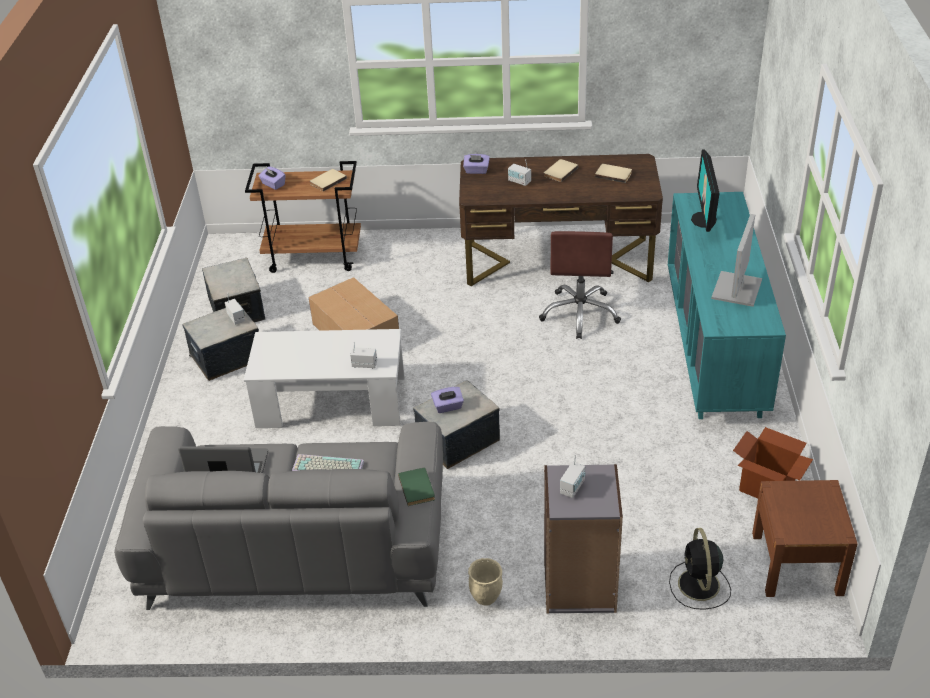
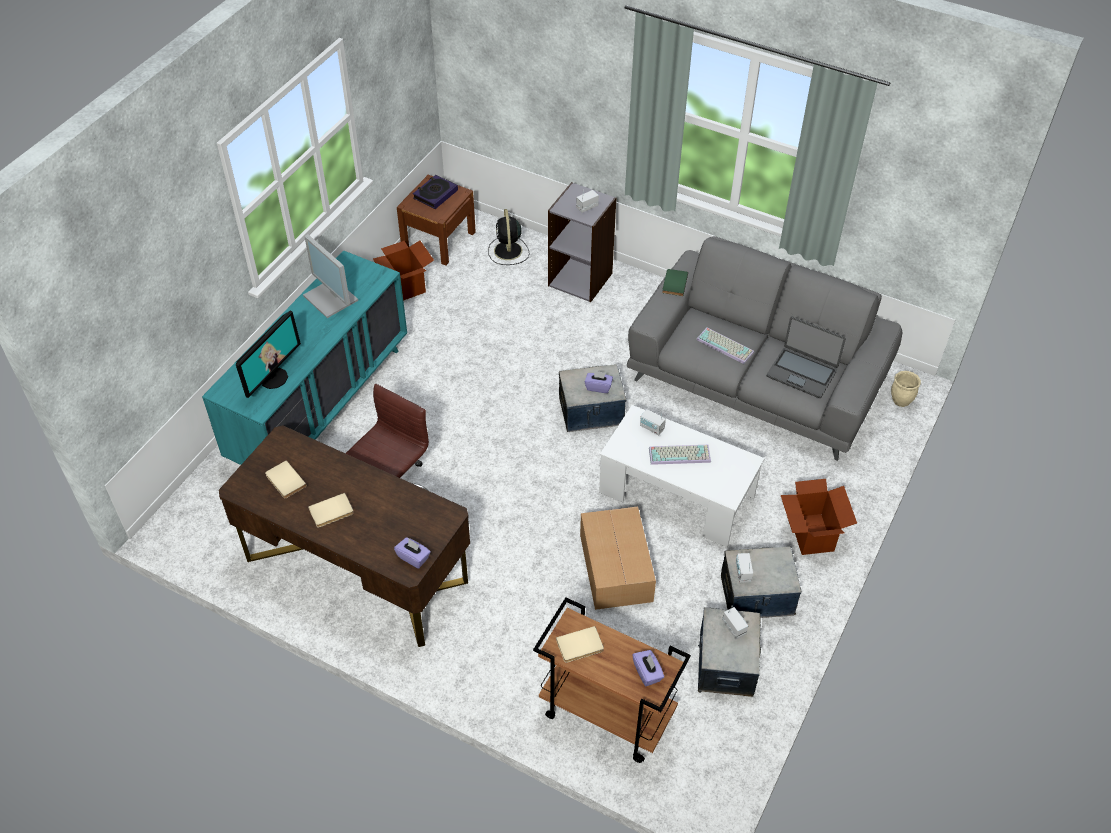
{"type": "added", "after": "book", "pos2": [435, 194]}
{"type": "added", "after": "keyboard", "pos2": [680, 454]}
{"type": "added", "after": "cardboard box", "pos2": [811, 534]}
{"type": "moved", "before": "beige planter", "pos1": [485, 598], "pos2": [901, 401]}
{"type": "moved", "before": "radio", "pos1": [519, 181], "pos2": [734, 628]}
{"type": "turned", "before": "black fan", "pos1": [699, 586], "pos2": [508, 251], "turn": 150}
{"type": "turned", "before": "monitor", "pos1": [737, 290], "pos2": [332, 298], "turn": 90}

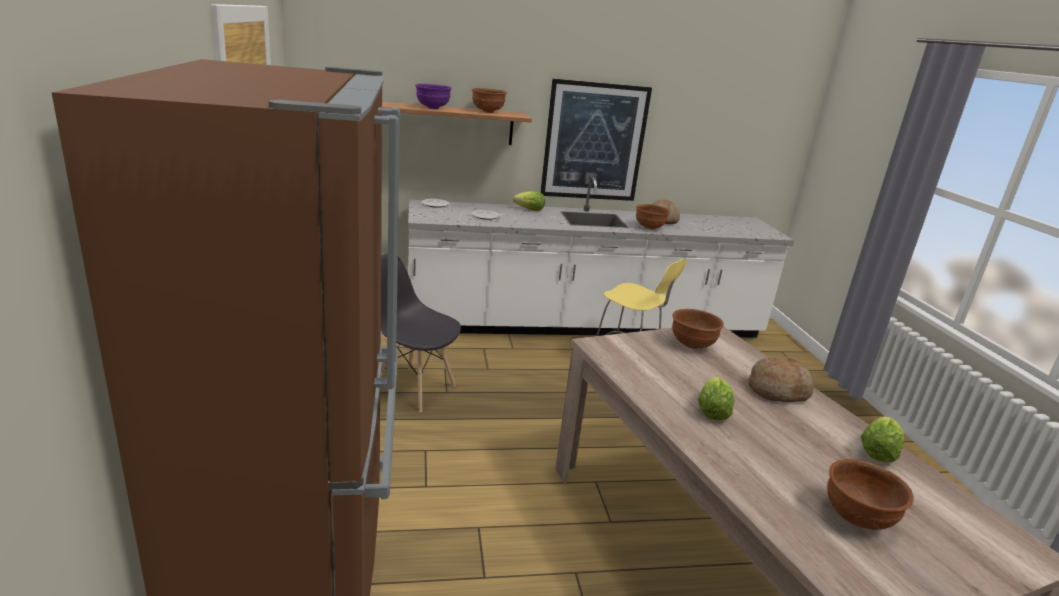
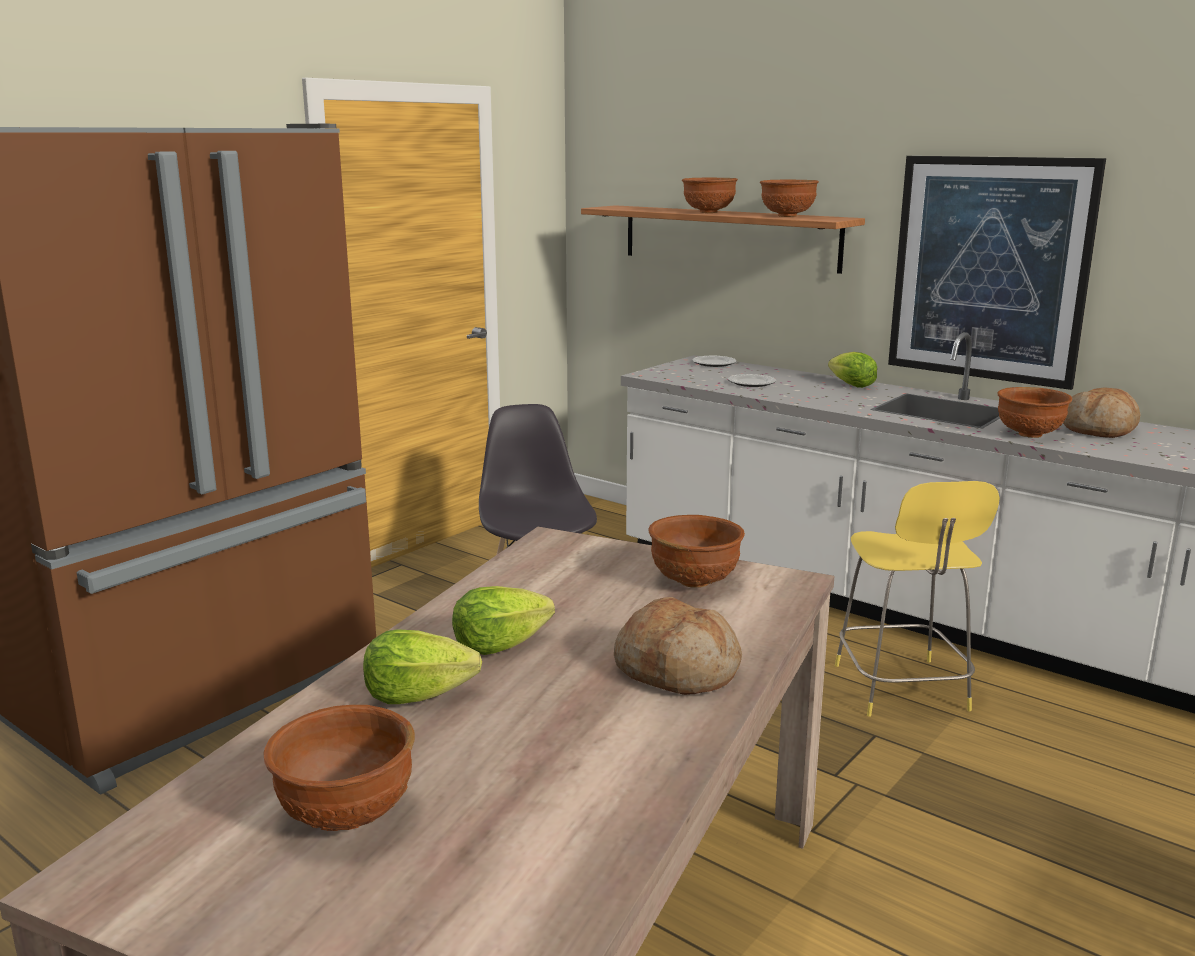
{"type": "moved", "before": "lettuce", "pos1": [877, 452], "pos2": [417, 696]}
{"type": "recoloured", "before": "purple bowl", "after": "brown bowl", "pos1": [432, 108], "pos2": [708, 212]}

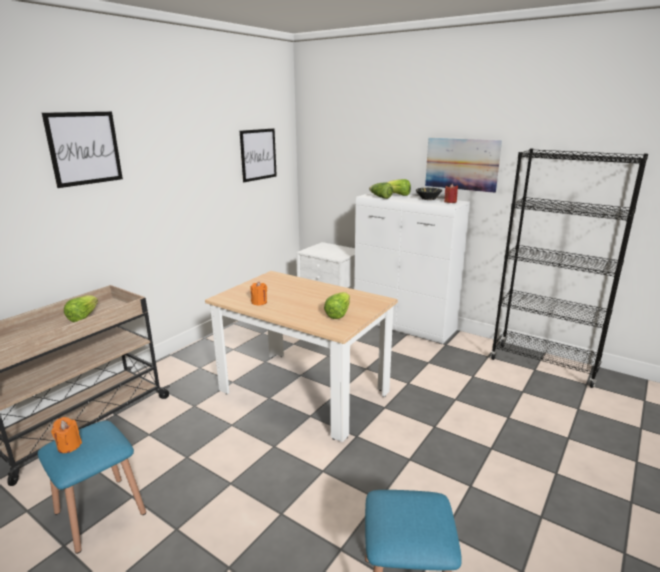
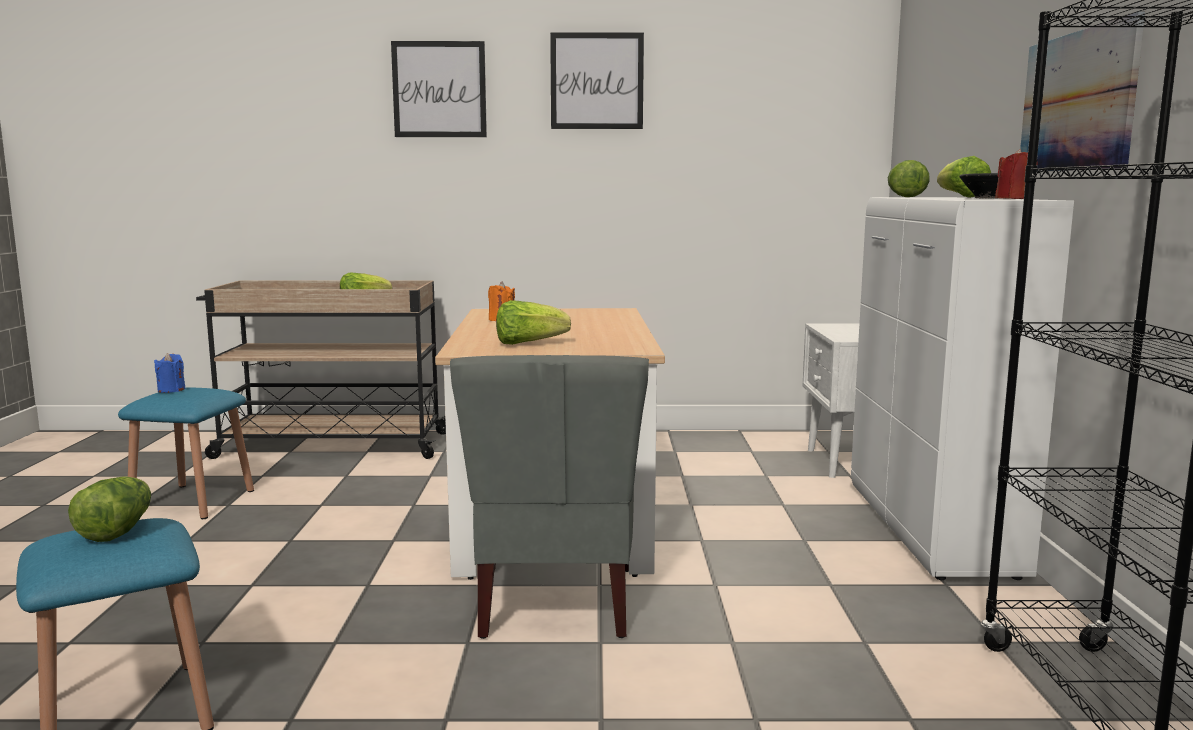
{"type": "added", "after": "lettuce", "pos2": [117, 530]}
{"type": "added", "after": "grey chair", "pos2": [556, 602]}
{"type": "moved", "before": "picture", "pos1": [258, 154], "pos2": [597, 81]}
{"type": "recoloured", "before": "orange candle", "after": "blue candle", "pos1": [69, 446], "pos2": [171, 390]}

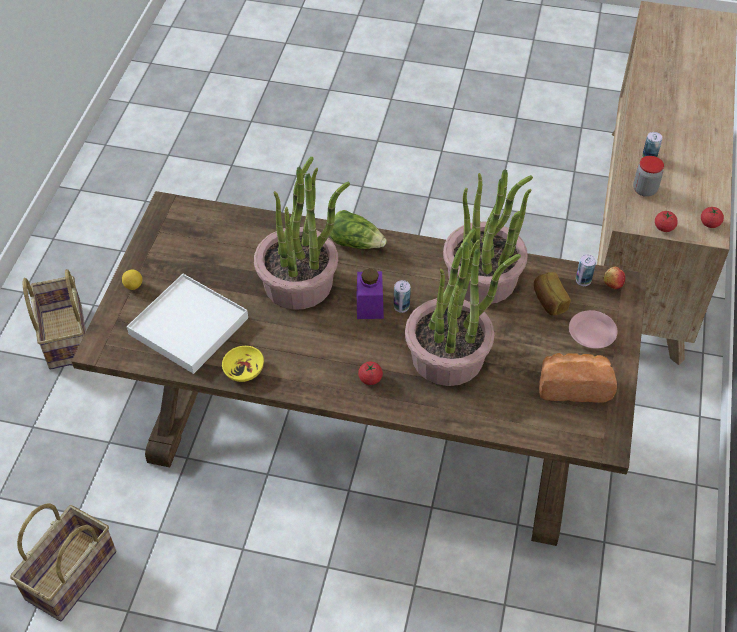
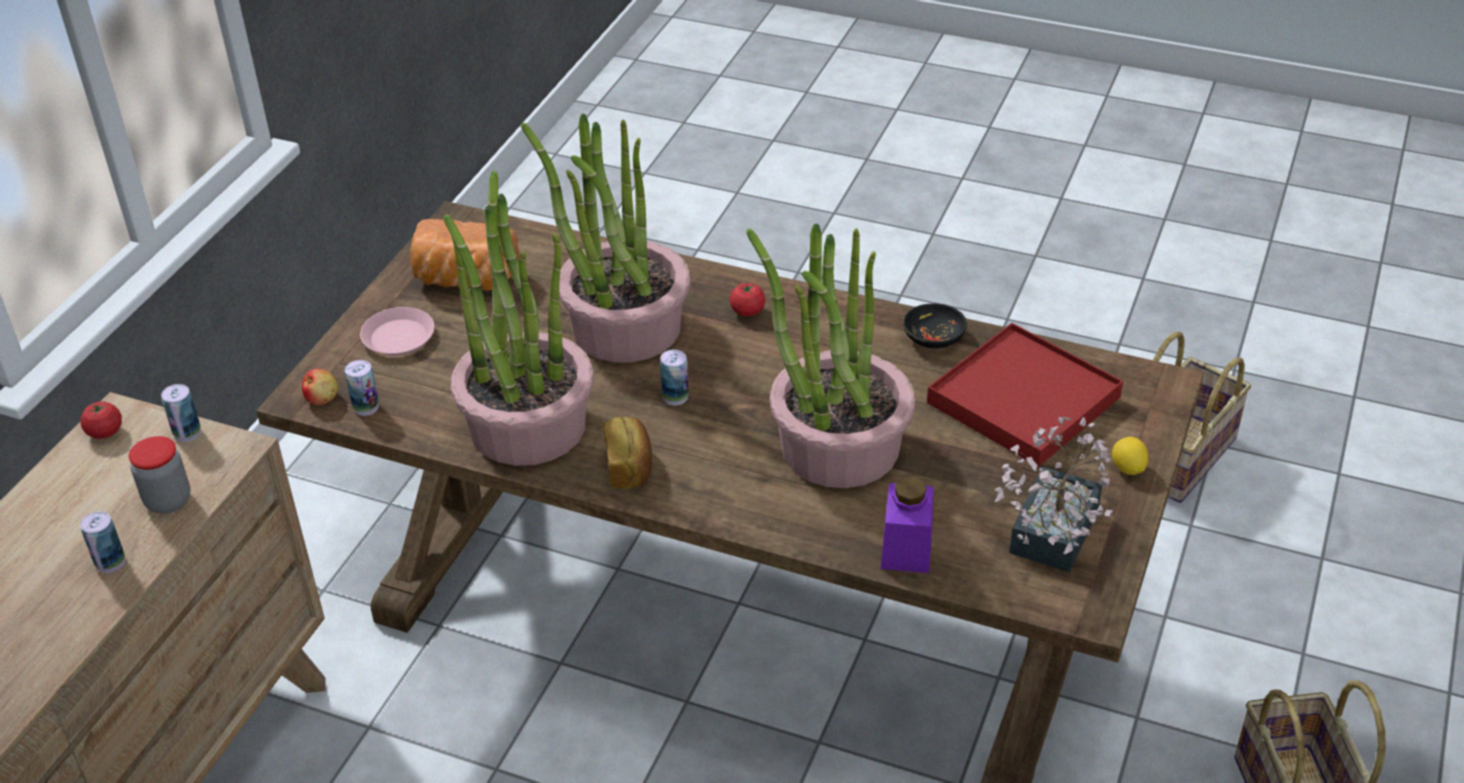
{"type": "removed", "before": "lettuce", "pos1": [356, 242]}
{"type": "added", "after": "potted plant", "pos2": [1048, 539]}
{"type": "moved", "before": "purple jar", "pos1": [370, 305], "pos2": [906, 549]}
{"type": "moved", "before": "bread", "pos1": [548, 301], "pos2": [630, 466]}
{"type": "replaced", "before": "tomato", "after": "can", "pos1": [664, 227], "pos2": [187, 433]}
{"type": "recoloured", "before": "white tray", "after": "red tray", "pos1": [189, 326], "pos2": [1023, 400]}
{"type": "recoloured", "before": "yellow bowl", "after": "black bowl", "pos1": [244, 370], "pos2": [933, 337]}

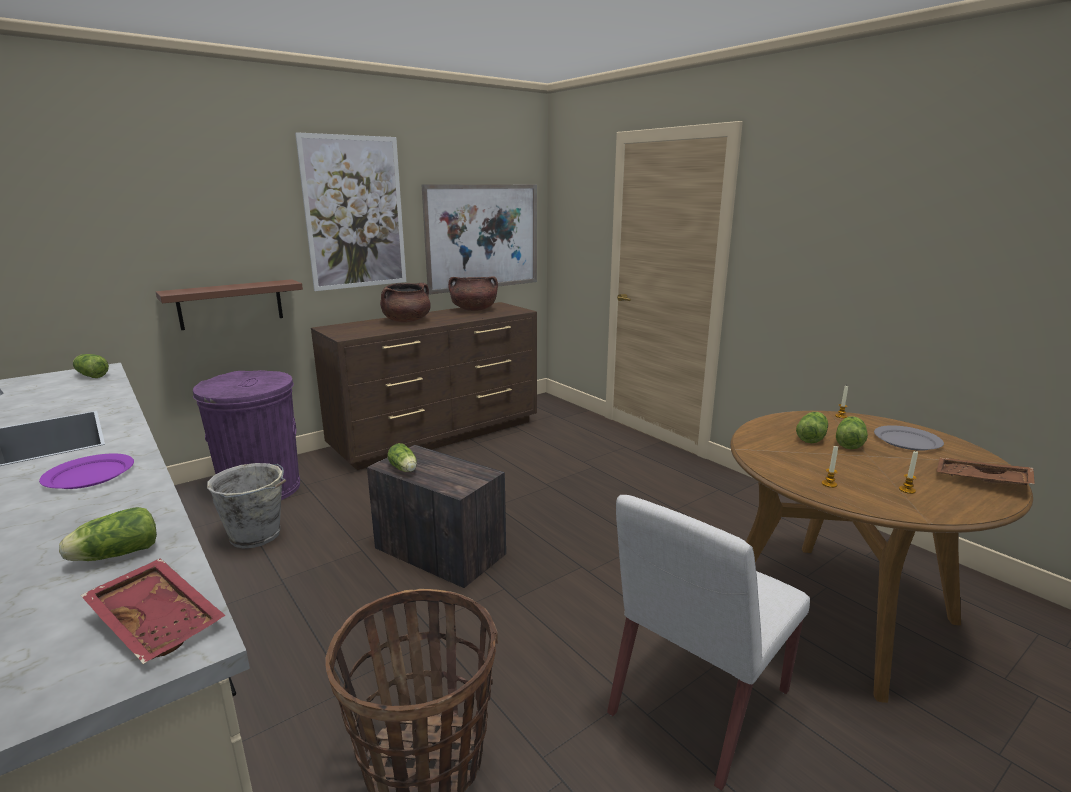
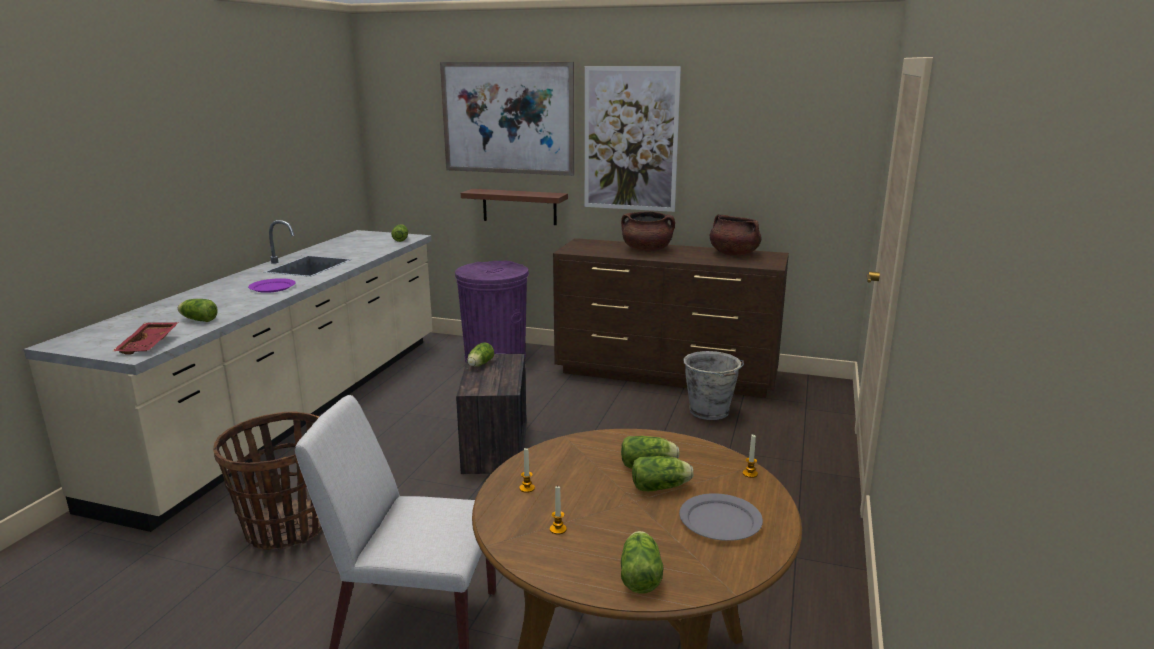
{"type": "moved", "before": "grey bucket", "pos1": [257, 536], "pos2": [710, 412]}
{"type": "moved", "before": "picture", "pos1": [483, 237], "pos2": [507, 118]}
{"type": "replaced", "before": "brown tray", "after": "lettuce", "pos1": [981, 481], "pos2": [640, 574]}

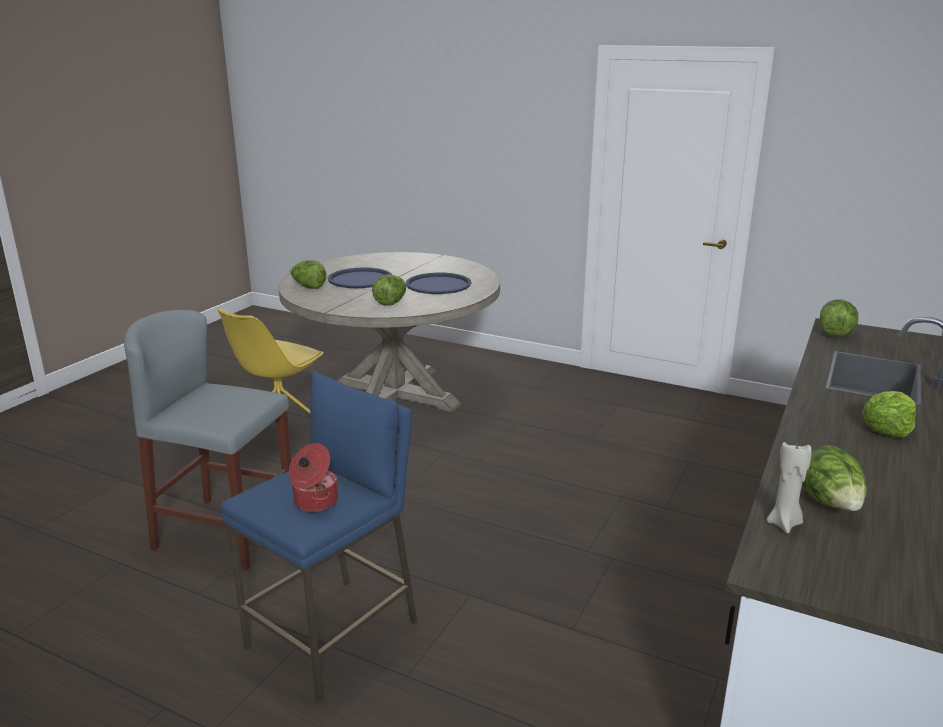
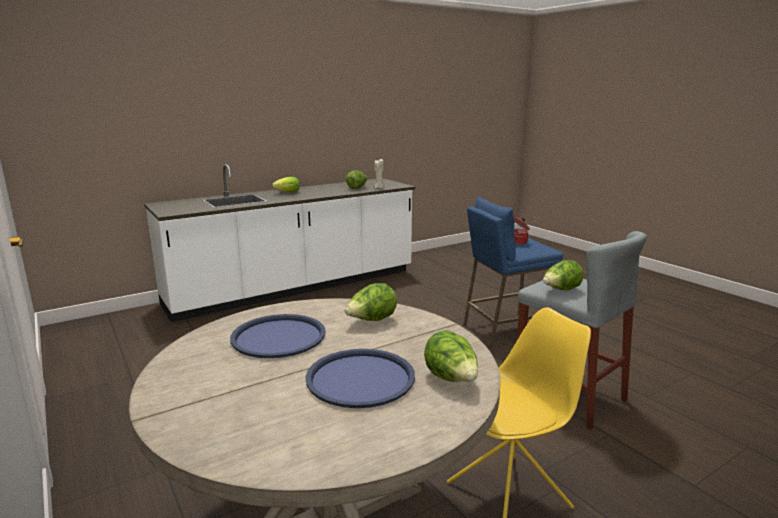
{"type": "moved", "before": "lettuce", "pos1": [835, 333], "pos2": [561, 290]}

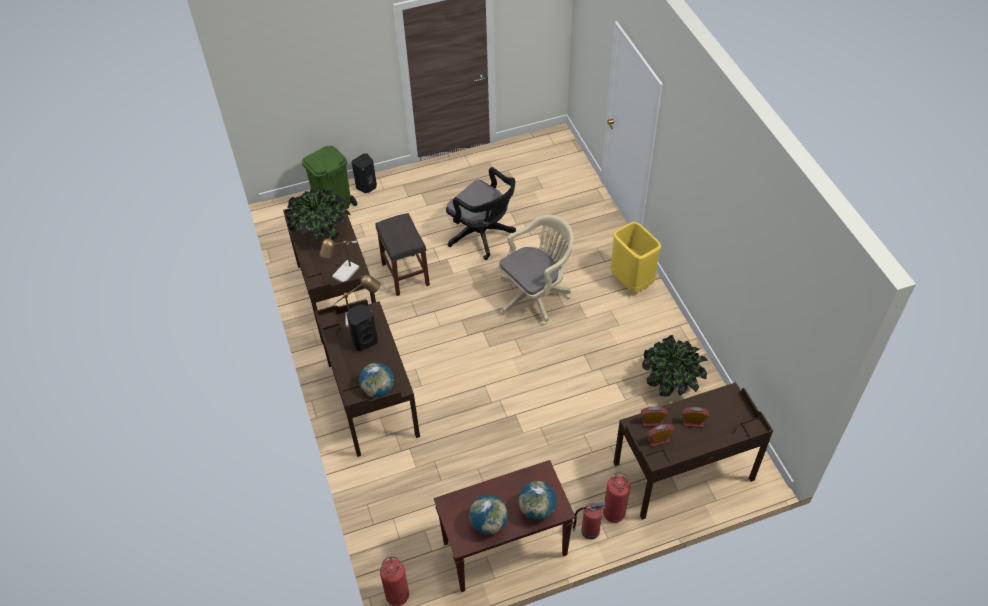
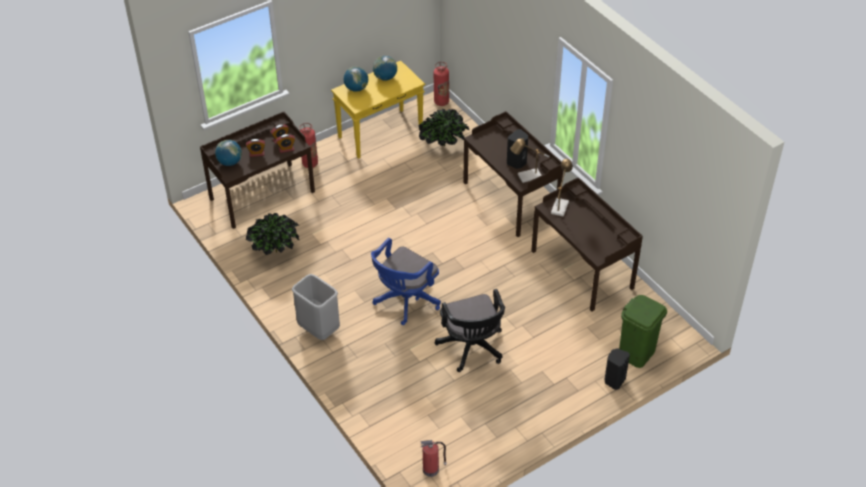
{"type": "removed", "before": "grey stool", "pos1": [406, 275]}
{"type": "moved", "before": "potted plant", "pos1": [322, 233], "pos2": [443, 146]}
{"type": "moved", "before": "globe", "pos1": [378, 390], "pos2": [230, 162]}
{"type": "moved", "before": "fire extinguisher", "pos1": [589, 531], "pos2": [431, 469]}
{"type": "recoloured", "before": "brown console table", "after": "yellow console table", "pos1": [504, 550], "pos2": [380, 133]}
{"type": "recoloured", "before": "beige office chair", "after": "blue office chair", "pos1": [536, 295], "pos2": [404, 301]}
{"type": "recoloured", "before": "yellow trash can", "after": "grey trash can", "pos1": [631, 281], "pos2": [318, 330]}
{"type": "turned", "before": "black office chair", "pos1": [483, 236], "pos2": [472, 349], "turn": -135}

